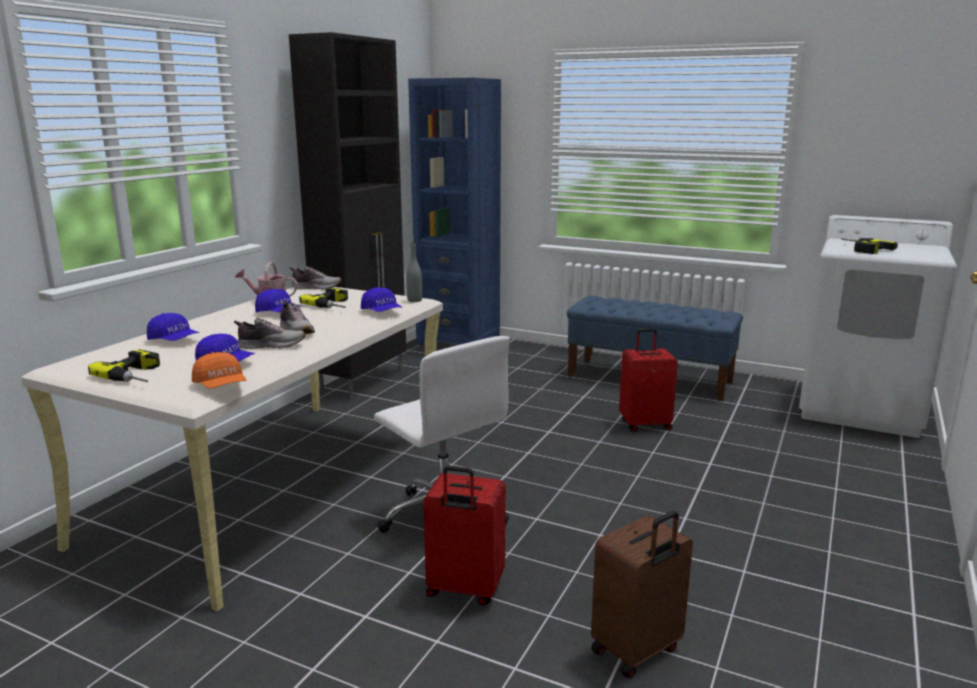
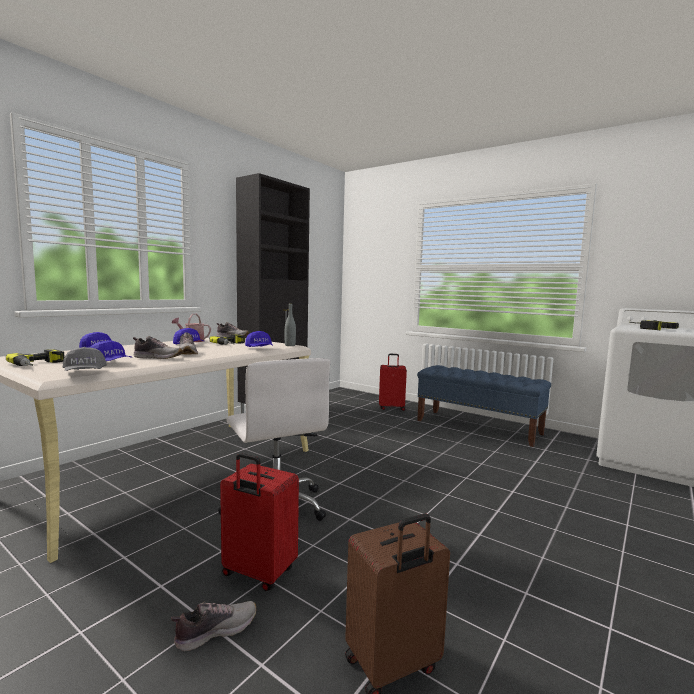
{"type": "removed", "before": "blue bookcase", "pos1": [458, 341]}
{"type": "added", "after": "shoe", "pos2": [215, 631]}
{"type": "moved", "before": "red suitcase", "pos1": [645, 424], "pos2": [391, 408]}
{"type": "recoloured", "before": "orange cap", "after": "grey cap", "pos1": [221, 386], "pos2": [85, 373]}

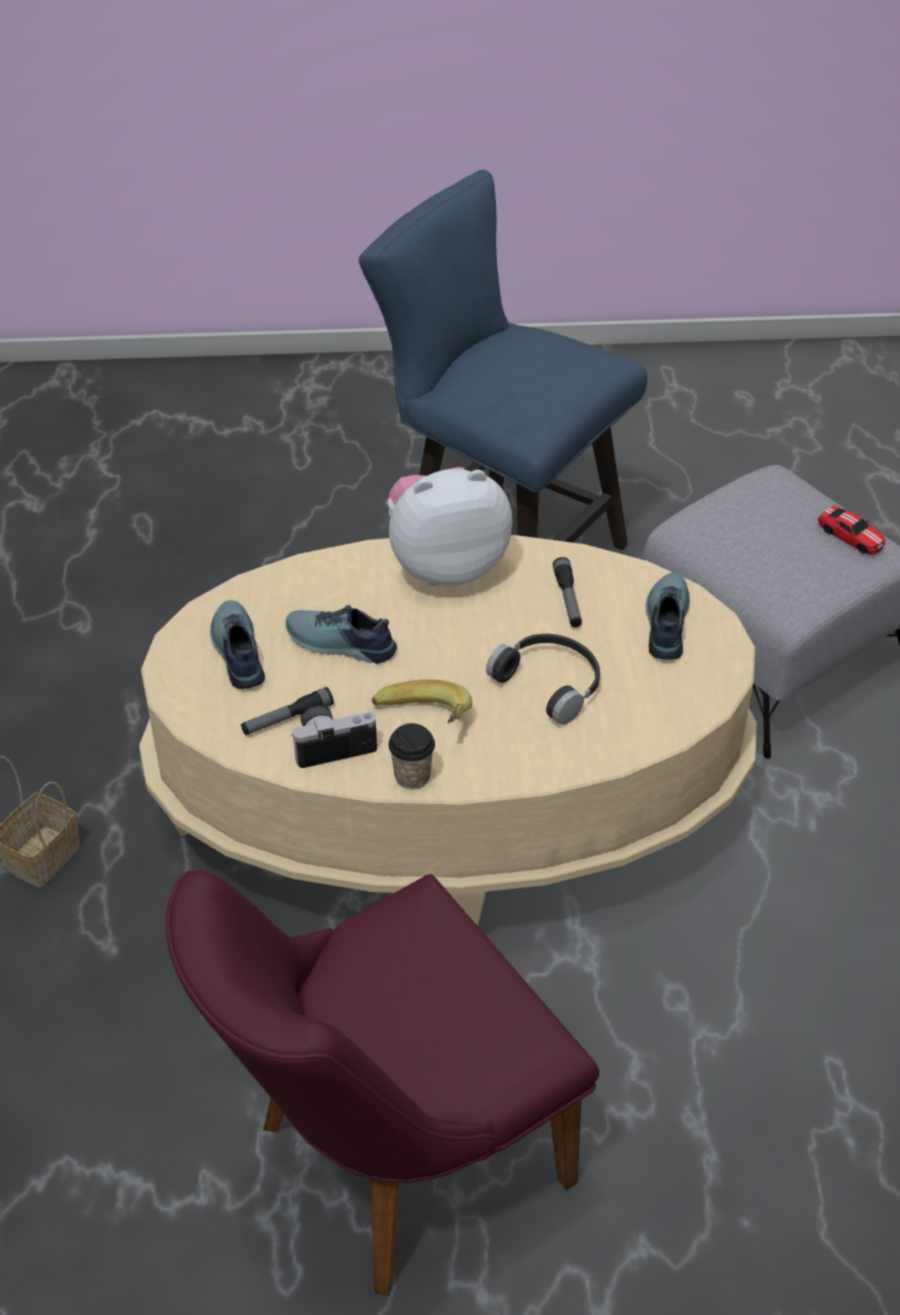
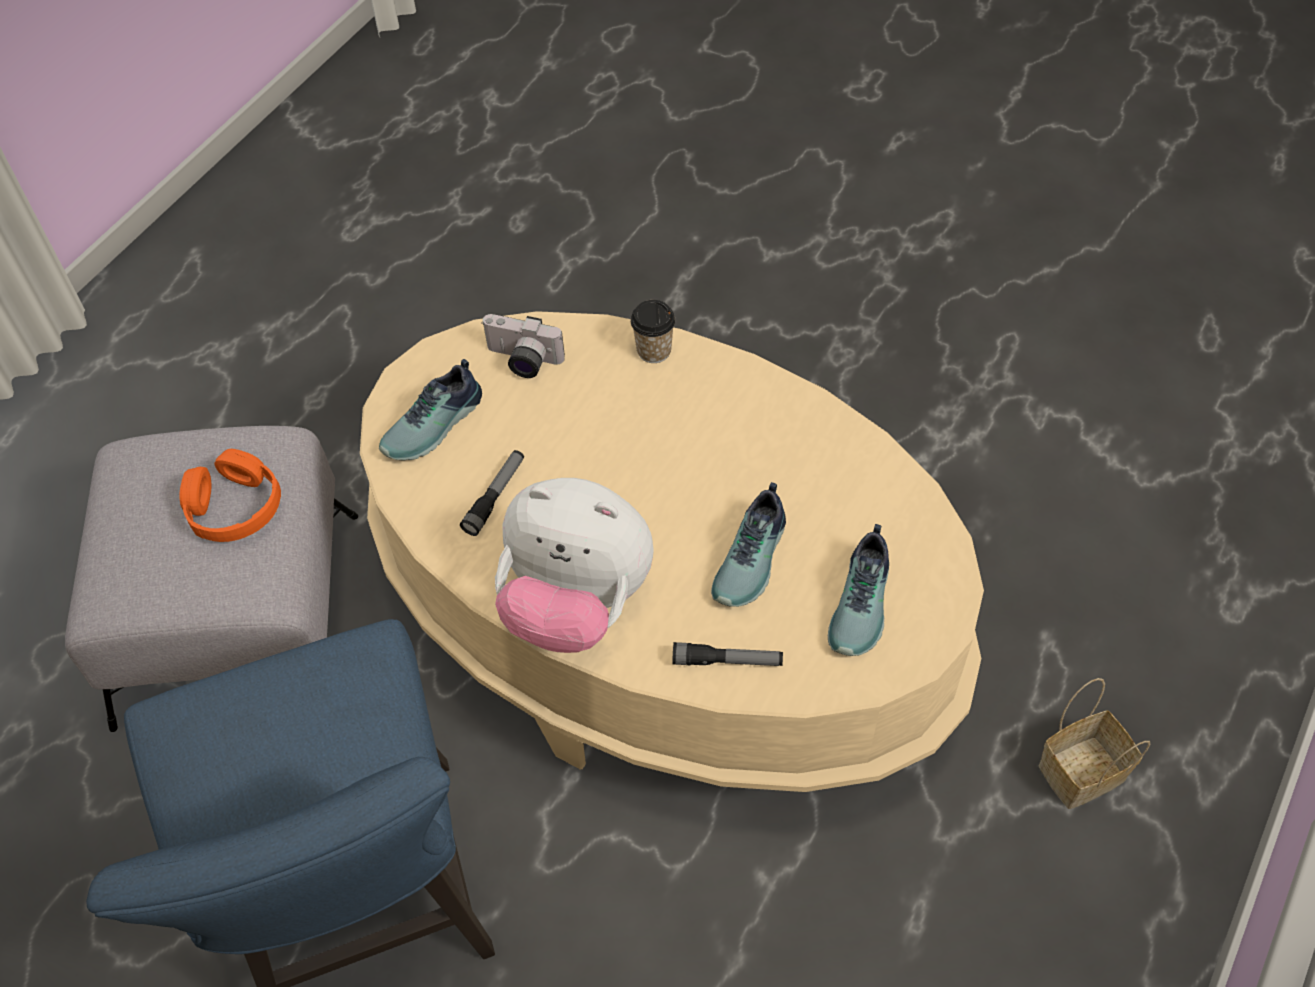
{"type": "removed", "before": "purple chair", "pos1": [387, 1162]}
{"type": "removed", "before": "banana", "pos1": [424, 724]}
{"type": "removed", "before": "black headphones", "pos1": [550, 683]}
{"type": "removed", "before": "toy car", "pos1": [850, 535]}
{"type": "added", "after": "orange headphones", "pos2": [234, 507]}
{"type": "moved", "before": "flashlight", "pos1": [287, 719], "pos2": [727, 661]}
{"type": "moved", "before": "photo camera", "pos1": [333, 743], "pos2": [522, 361]}
{"type": "moved", "before": "cup", "pos1": [412, 776], "pos2": [654, 351]}
{"type": "turned", "before": "shoe", "pos1": [339, 644], "pos2": [753, 559], "turn": 60}

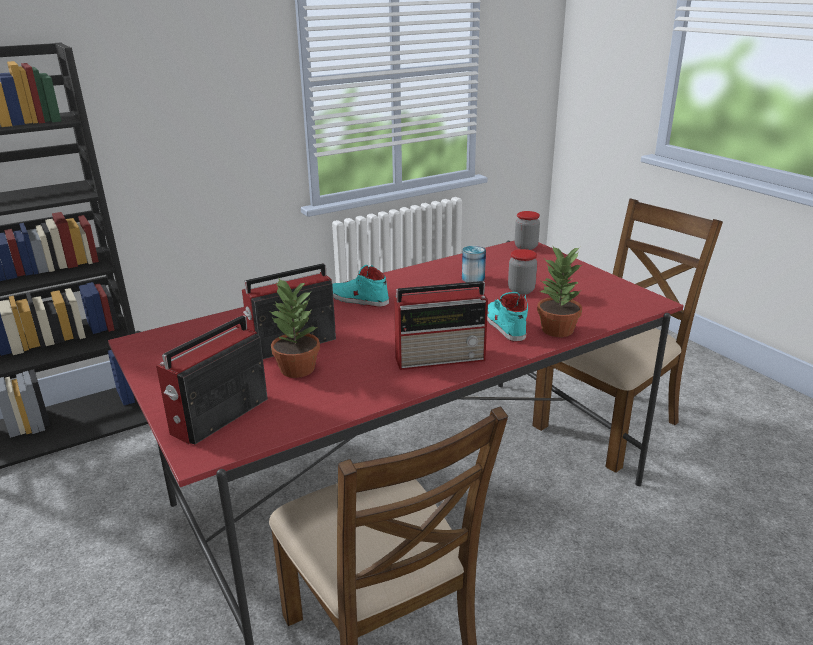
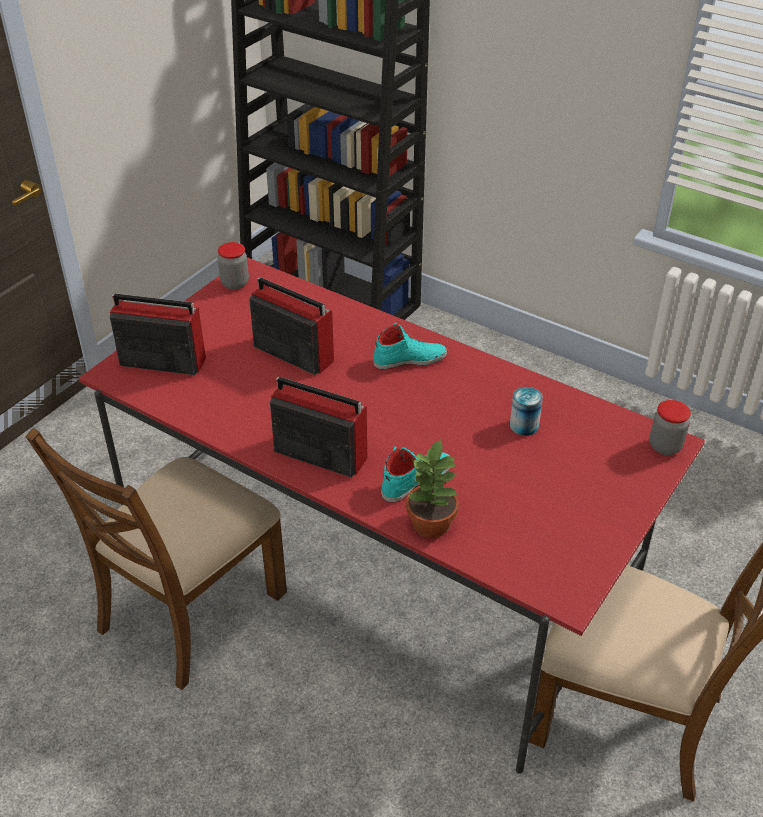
{"type": "removed", "before": "potted plant", "pos1": [296, 368]}
{"type": "moved", "before": "jar", "pos1": [521, 290], "pos2": [235, 283]}
{"type": "turned", "before": "turquoise shoe", "pos1": [357, 299], "pos2": [409, 359], "turn": 75}
{"type": "turned", "before": "radio", "pos1": [442, 358], "pos2": [318, 453], "turn": 150}

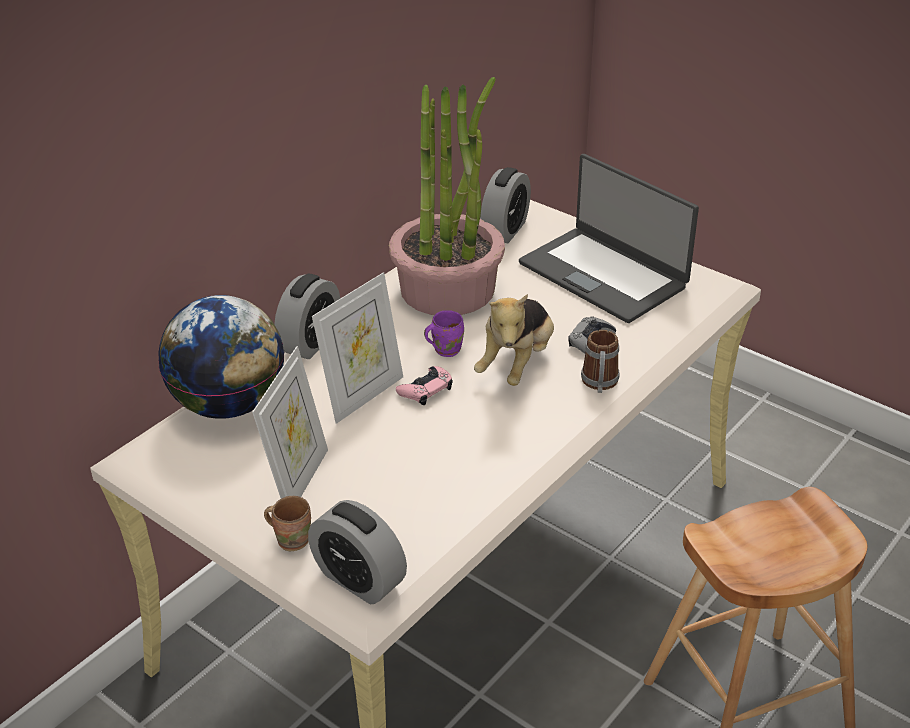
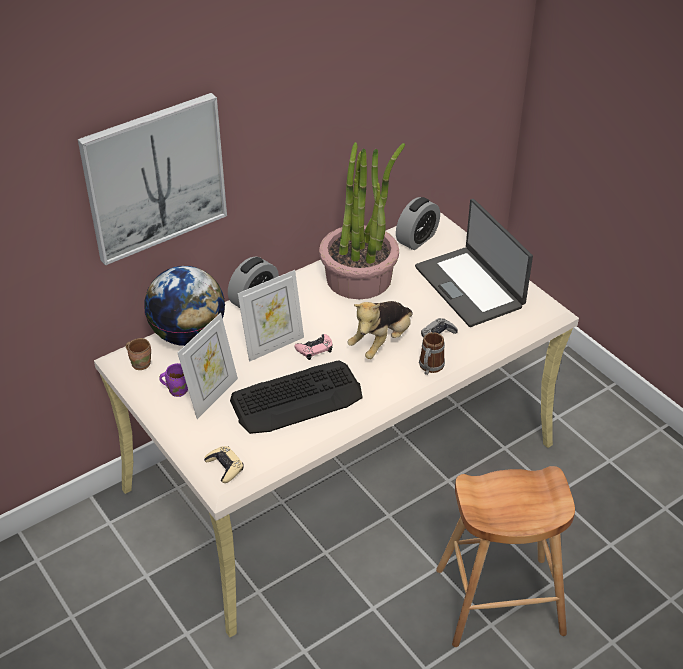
{"type": "added", "after": "picture", "pos2": [154, 177]}
{"type": "added", "after": "keyboard", "pos2": [297, 398]}
{"type": "moved", "before": "brown mug", "pos1": [292, 539], "pos2": [141, 363]}
{"type": "moved", "before": "purple mug", "pos1": [445, 349], "pos2": [177, 389]}
{"type": "replaced", "before": "alarm clock", "after": "beige game controller", "pos1": [359, 579], "pos2": [225, 467]}

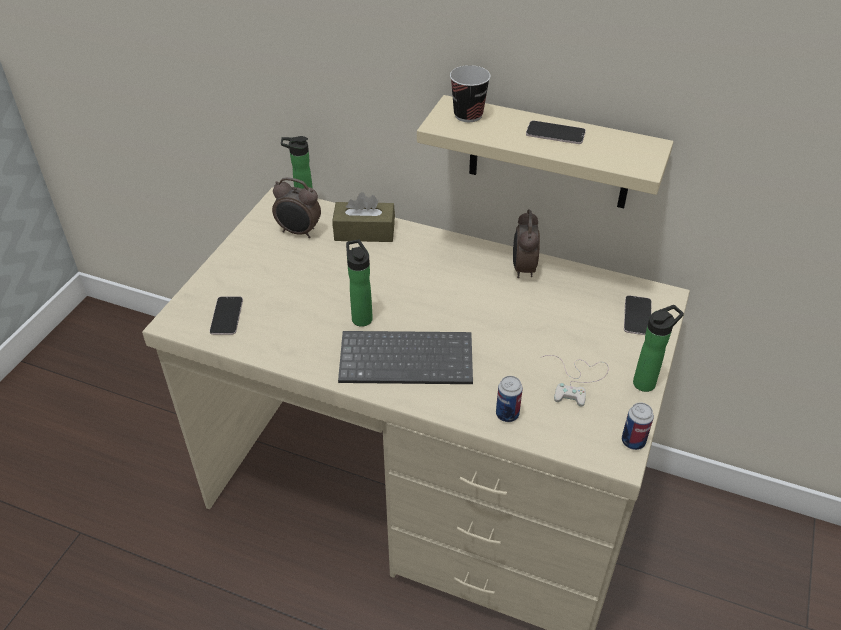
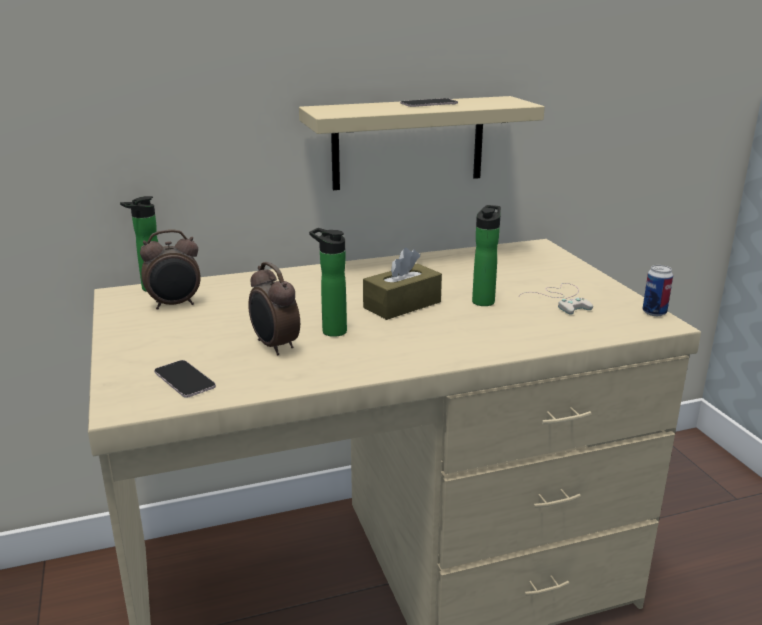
{"type": "removed", "before": "keyboard", "pos1": [408, 358]}
{"type": "removed", "before": "cup", "pos1": [468, 115]}
{"type": "removed", "before": "can", "pos1": [507, 414]}
{"type": "removed", "before": "phone", "pos1": [637, 316]}
{"type": "moved", "before": "brown tissue box", "pos1": [364, 232], "pos2": [402, 305]}
{"type": "moved", "before": "alarm clock", "pos1": [523, 269], "pos2": [274, 346]}
{"type": "moved", "before": "bottle", "pos1": [647, 382], "pos2": [484, 300]}

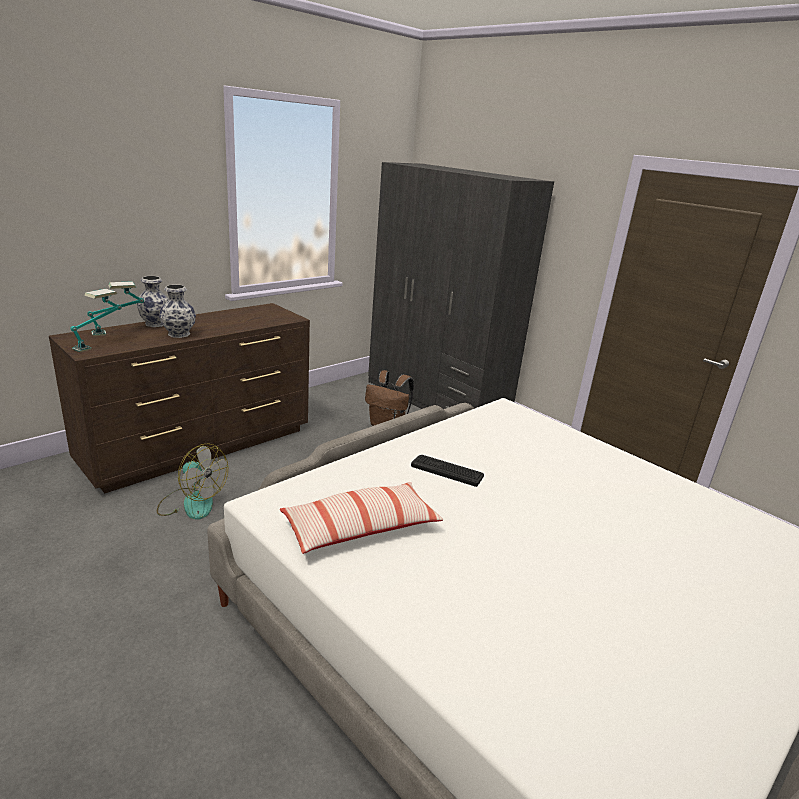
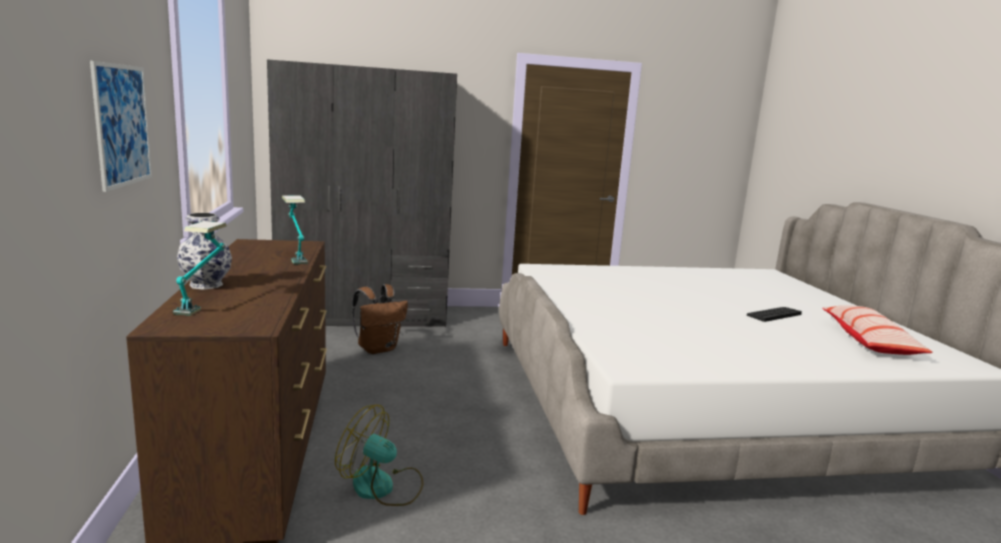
{"type": "removed", "before": "vase", "pos1": [178, 334]}
{"type": "added", "after": "picture", "pos2": [122, 125]}
{"type": "moved", "before": "table lamp", "pos1": [100, 344], "pos2": [295, 257]}
{"type": "moved", "before": "pillow", "pos1": [360, 528], "pos2": [869, 341]}
{"type": "moved", "before": "keyboard", "pos1": [447, 470], "pos2": [773, 314]}
{"type": "turned", "before": "fan", "pos1": [191, 503], "pos2": [382, 487], "turn": -135}

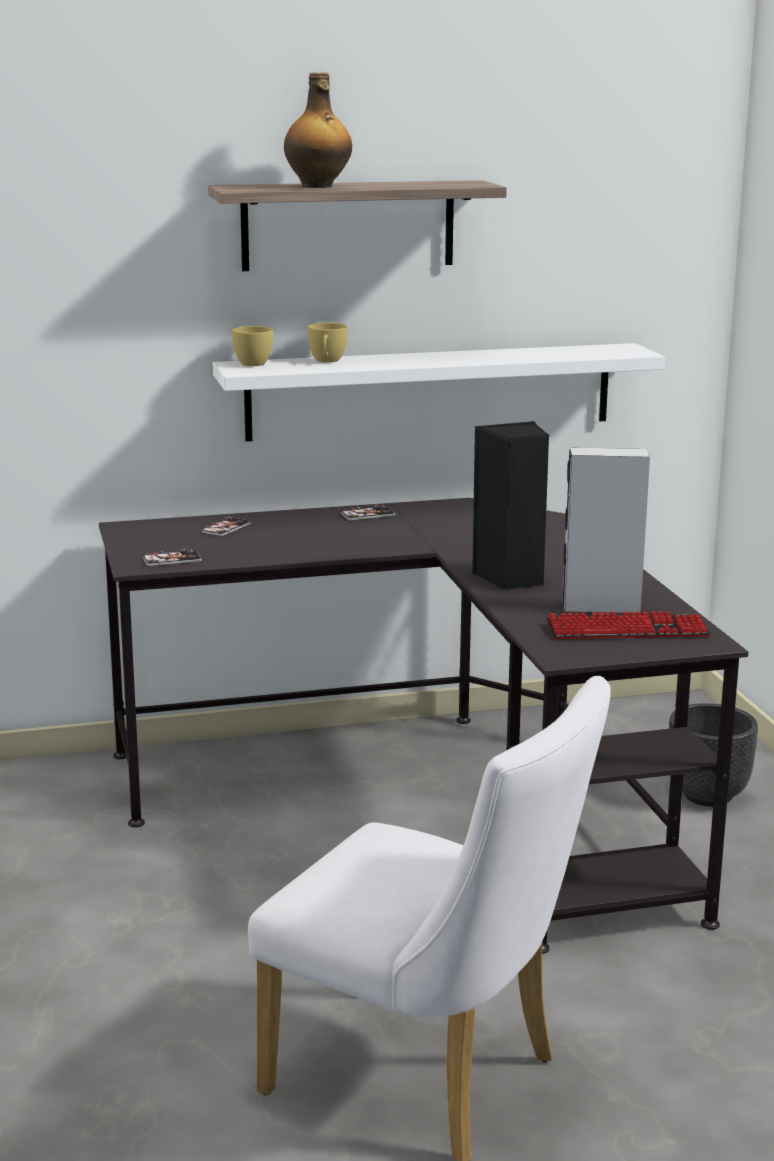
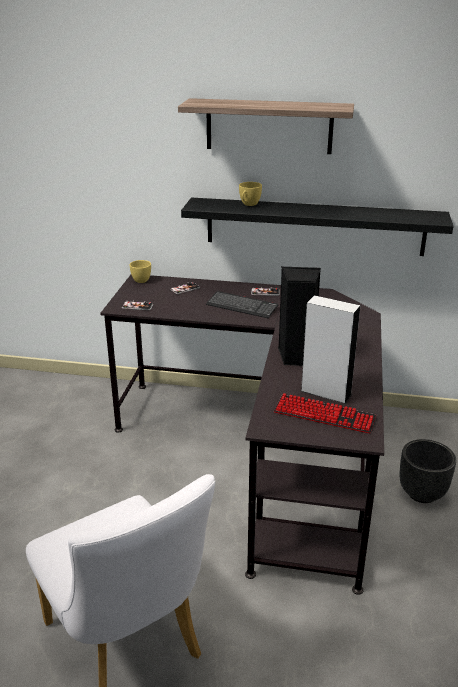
{"type": "removed", "before": "bottle", "pos1": [317, 186]}
{"type": "added", "after": "keyboard", "pos2": [242, 306]}
{"type": "moved", "before": "yellow cup", "pos1": [249, 363], "pos2": [140, 279]}
{"type": "recoloured", "before": "white shelf", "after": "black shelf", "pos1": [430, 391], "pos2": [314, 226]}

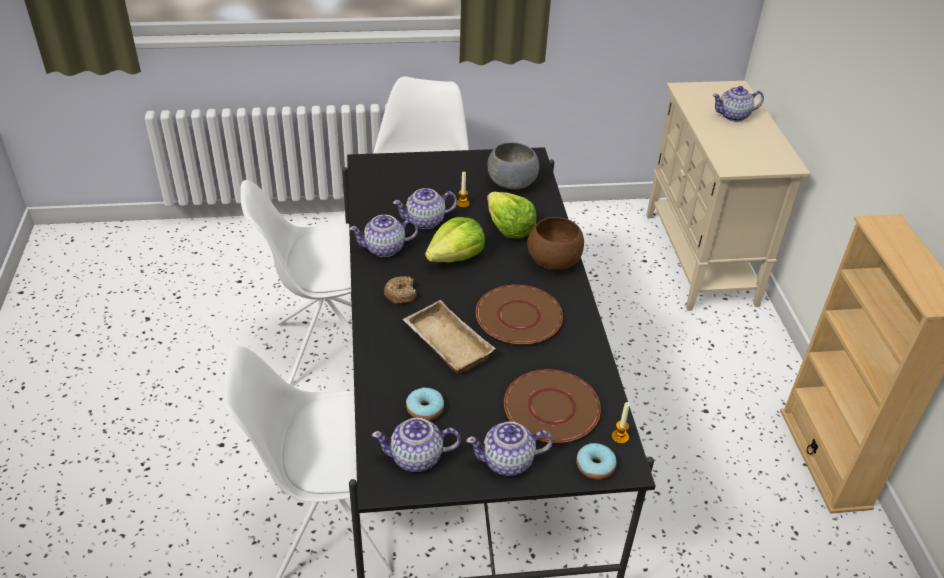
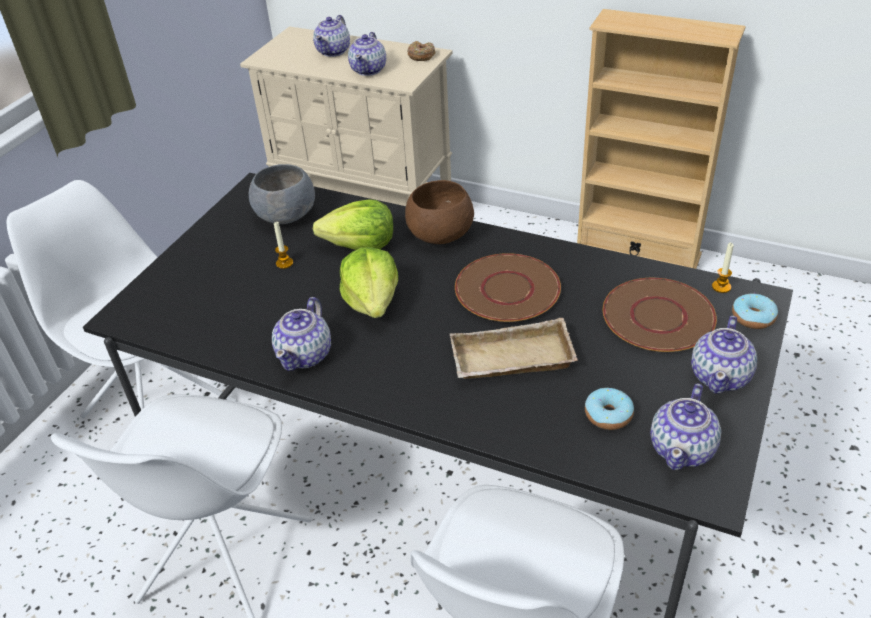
{"type": "moved", "before": "donut", "pos1": [401, 294], "pos2": [421, 56]}
{"type": "moved", "before": "teapot", "pos1": [426, 221], "pos2": [369, 70]}

